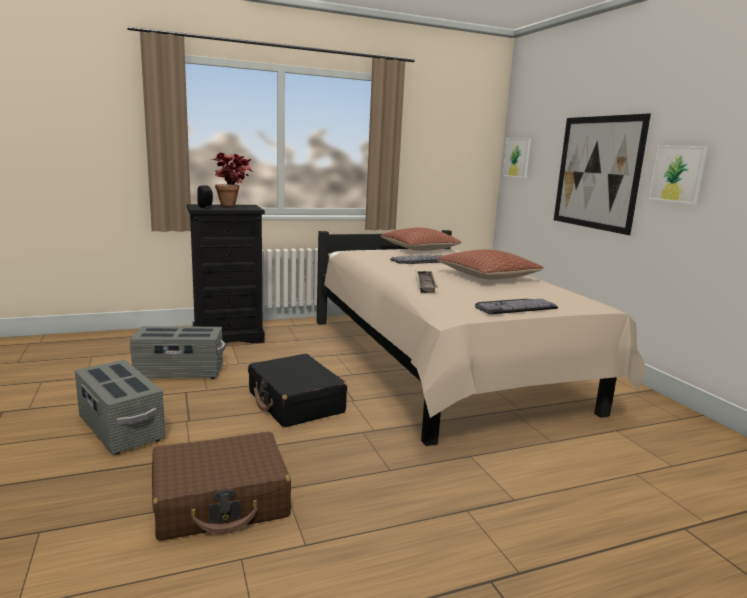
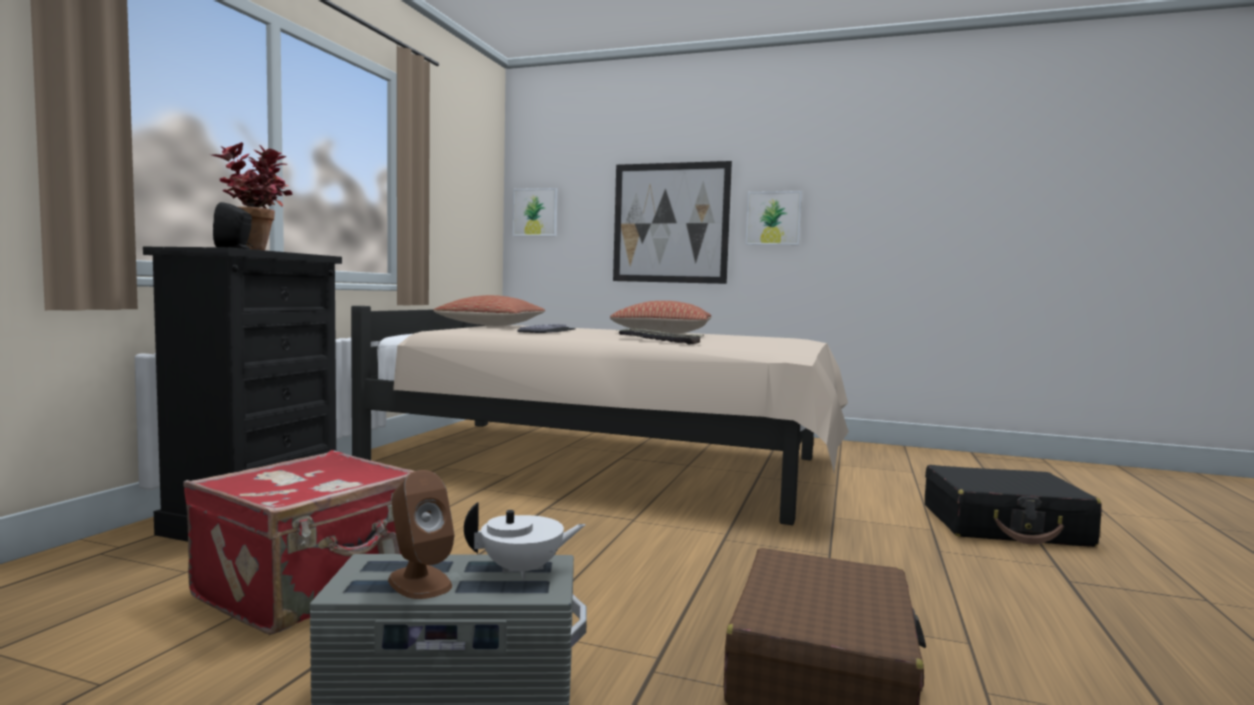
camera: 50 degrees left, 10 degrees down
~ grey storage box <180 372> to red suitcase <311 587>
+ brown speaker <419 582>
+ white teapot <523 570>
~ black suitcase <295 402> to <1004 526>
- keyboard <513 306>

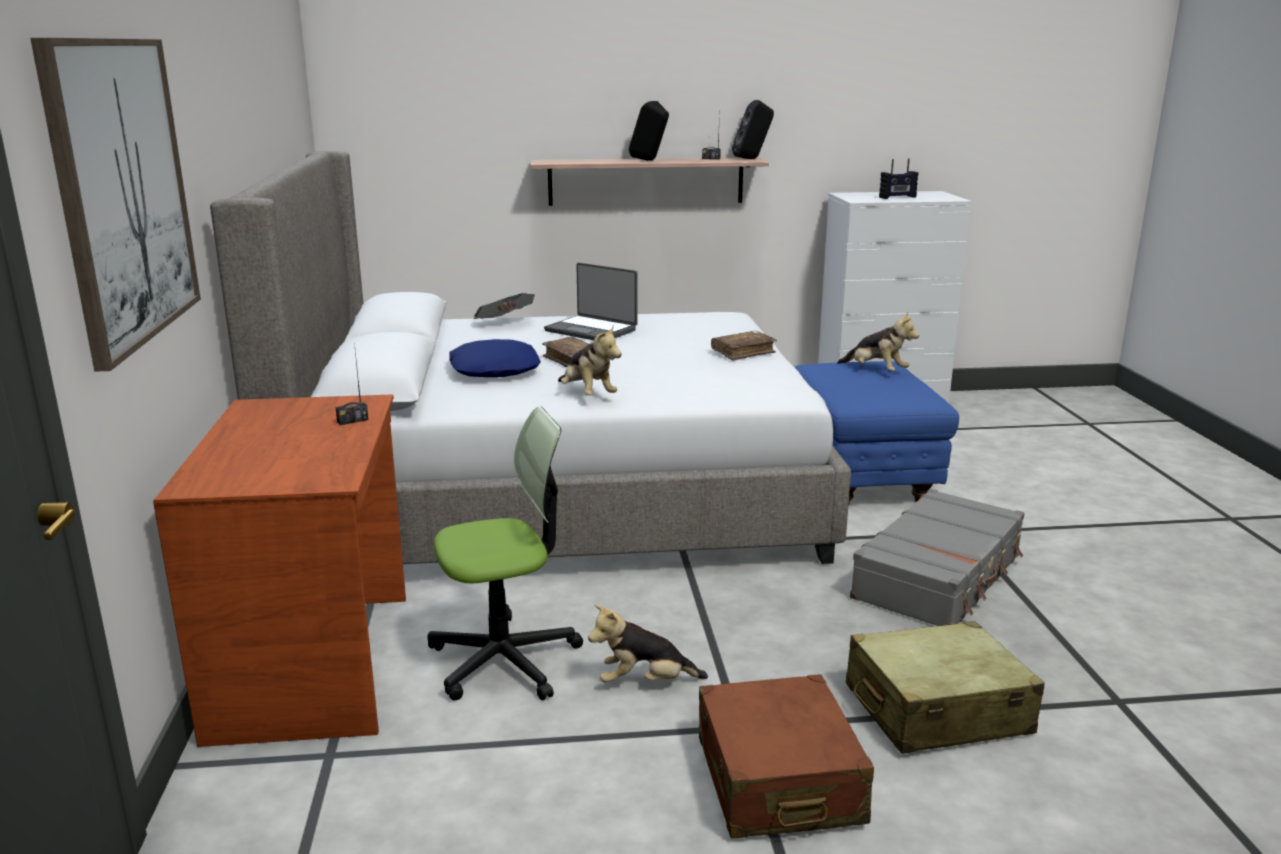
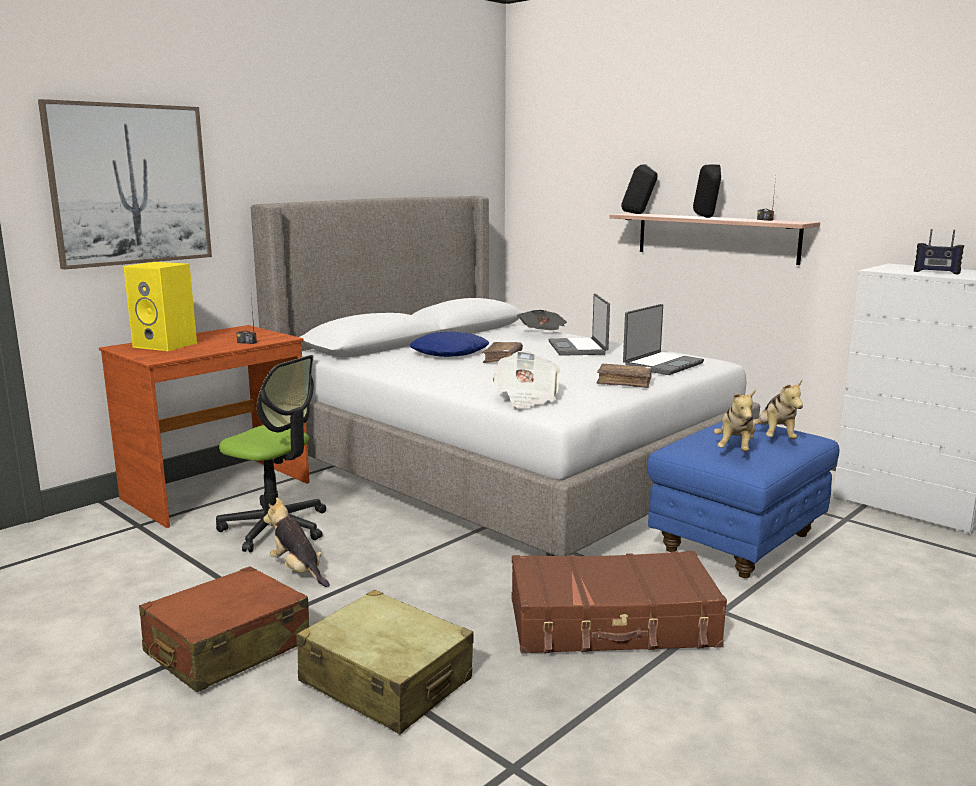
camera: 50 degrees right, 5 degrees down
+ yellow speaker <167 345>
+ newspaper <526 398>
~ grey suitcase <939 577> to brown suitcase <612 624>
~ black speaker <752 159> to <639 214>
+ laptop <662 365>
~ plush toy <587 394> to <735 449>

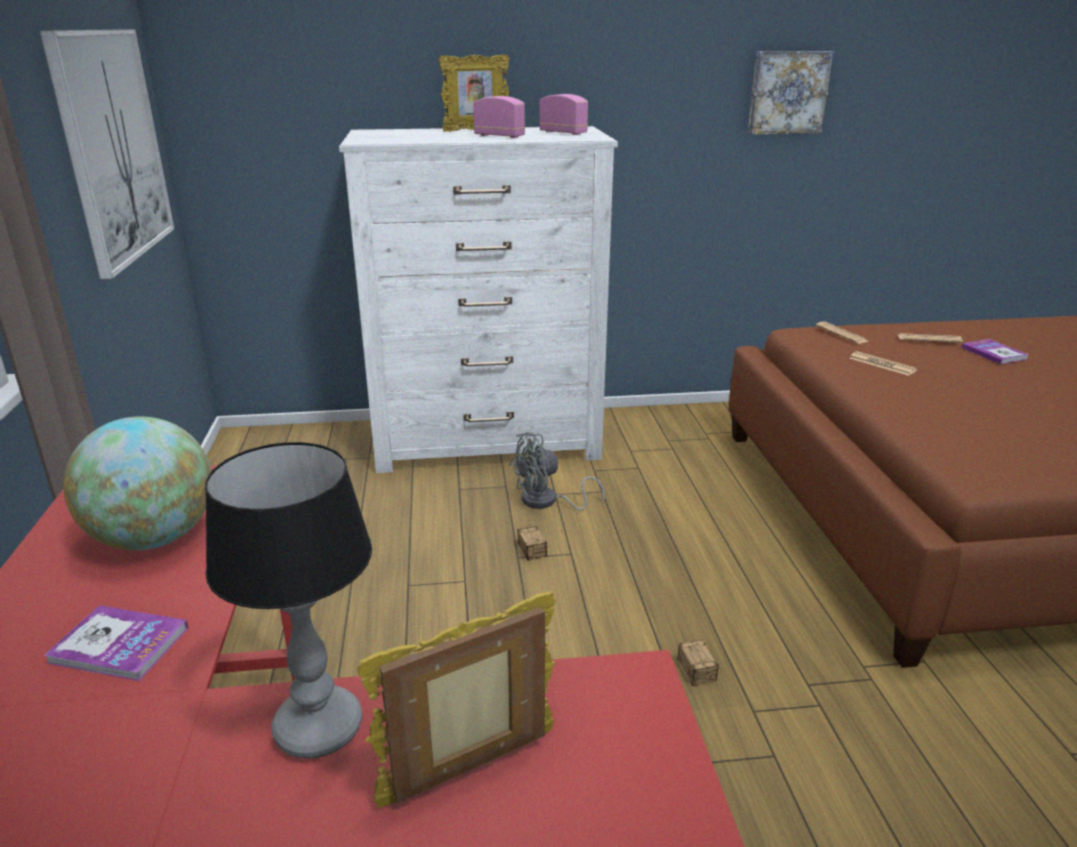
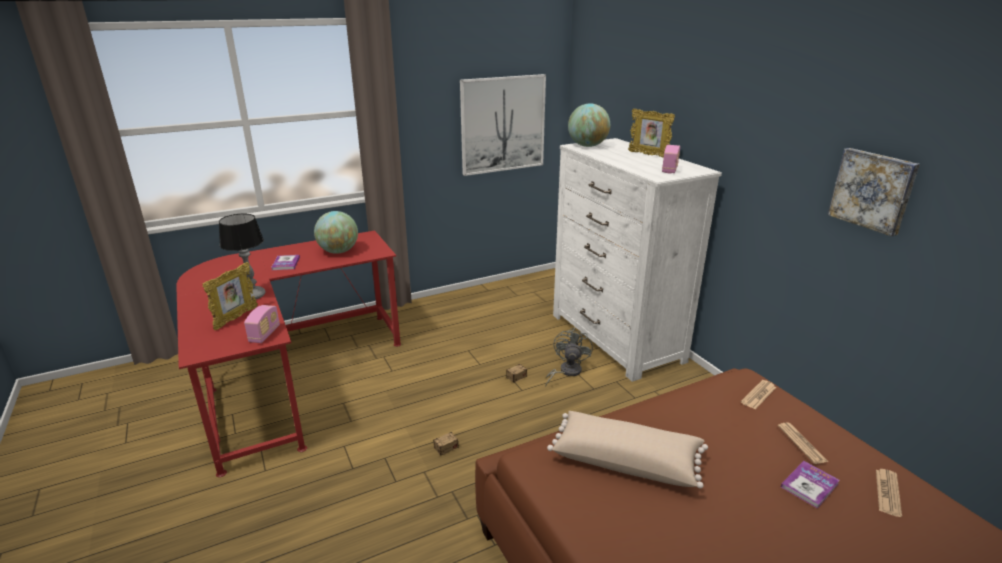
camera: 70 degrees right, 0 degrees up
~ picture frame <471 771> = <236 318> 75 degrees clockwise
~ radio <499 136> to <264 334>
~ grey fan <547 502> = <566 372> 60 degrees clockwise
+ beige pillow <626 460>
+ globe <587 146>
~ newspaper <882 364> to <887 492>

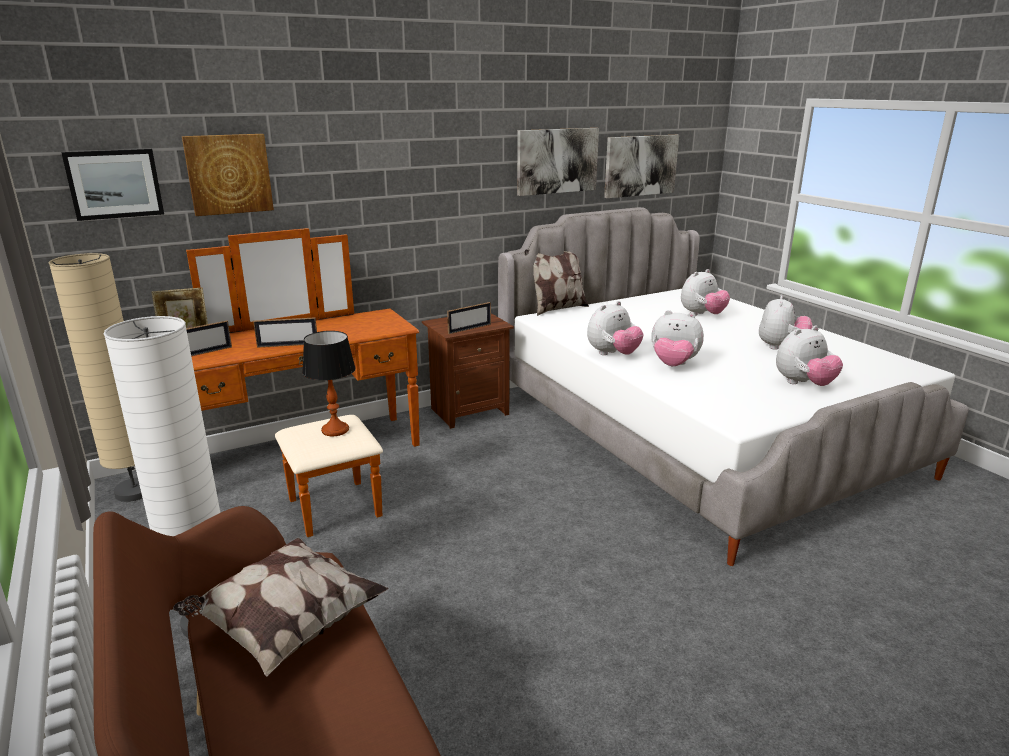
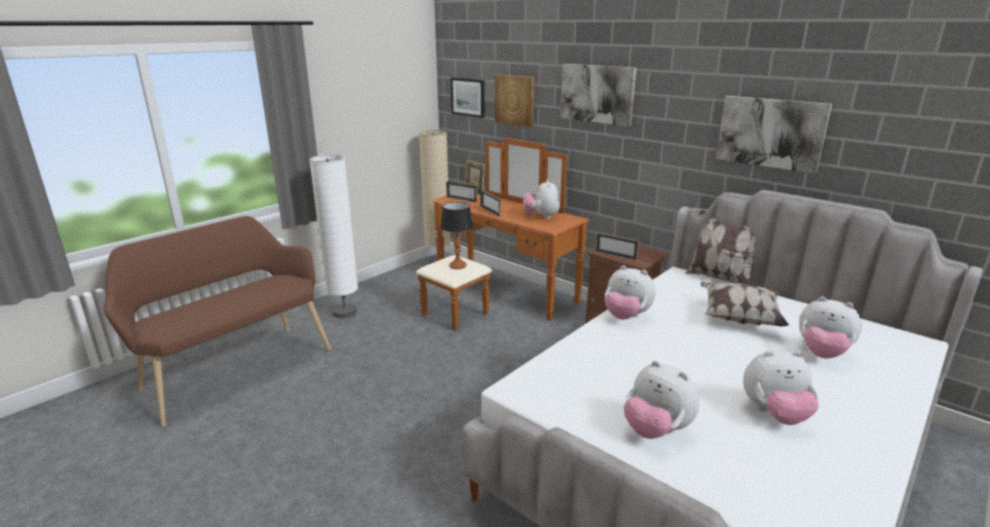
camera: 70 degrees right, 0 degrees up
~ plush toy <673 365> to <541 216>
~ picture <640 165> to <597 94>
~ pillow <285 625> to <738 318>

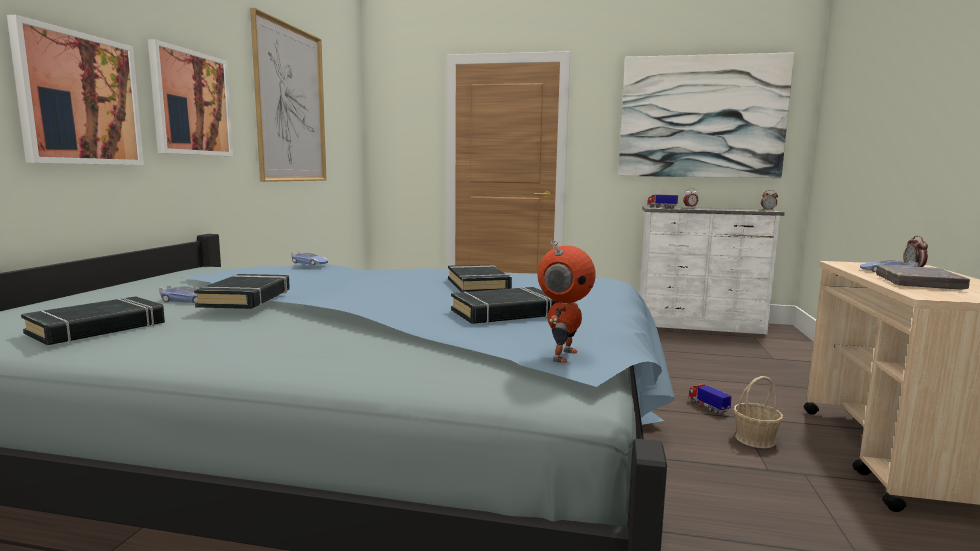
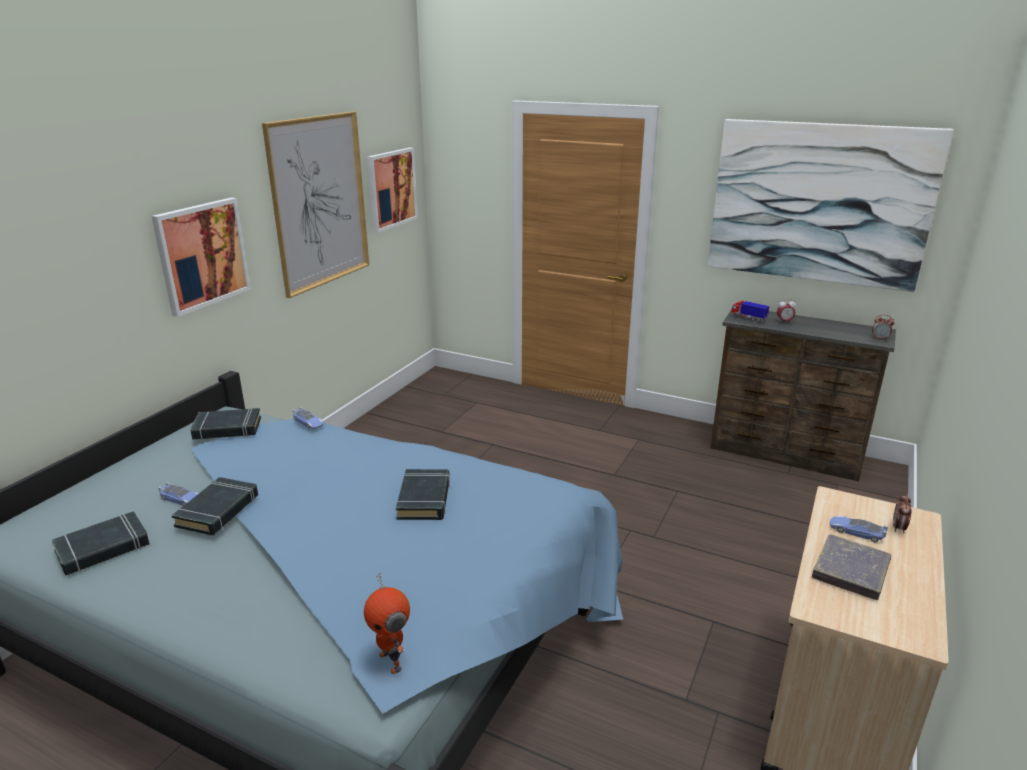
camera: 15 degrees right, 15 degrees up
~ black book <505 313> to <227 429>
~ toy robot <562 355> = <392 661> 105 degrees clockwise
~ picture <79 99> to <391 189>
~ white dresser <700 325> to brown dresser <785 455>
- toy truck <707 407>
- basket <755 439>

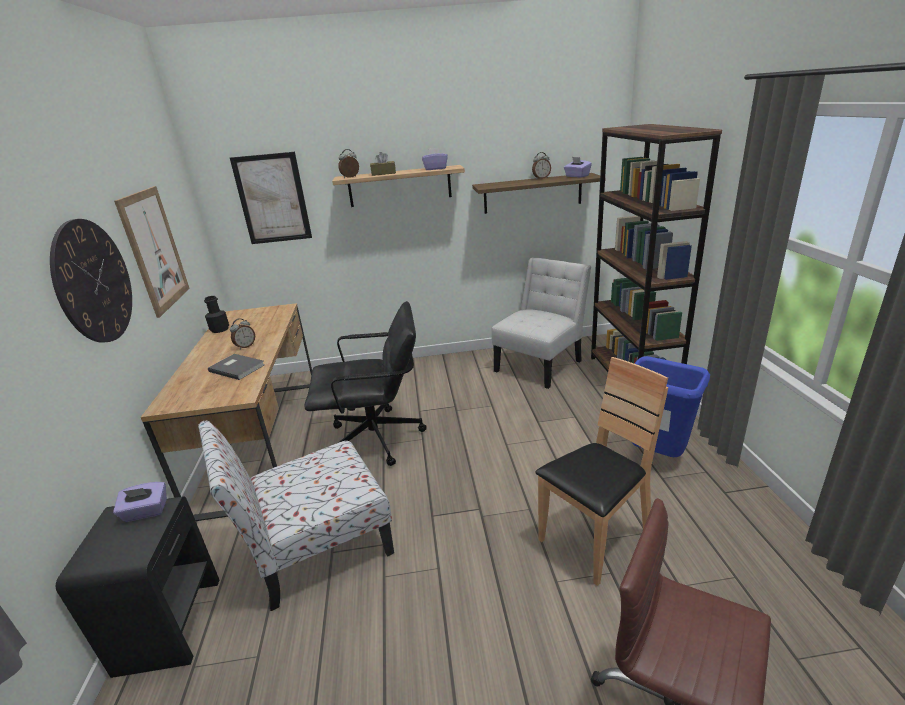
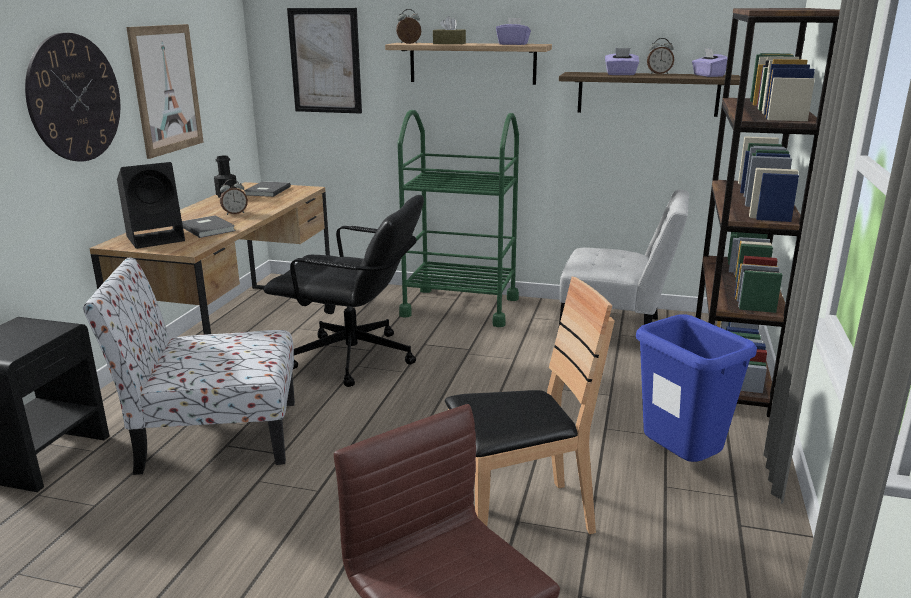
camera: 20 degrees right, 5 degrees down
+ black speaker <157 238>
+ grey book <266 191>
+ green cart <460 307>
~ white chair <541 364> = <617 331> 45 degrees clockwise
~ purple tissue box <146 512> to <620 74>

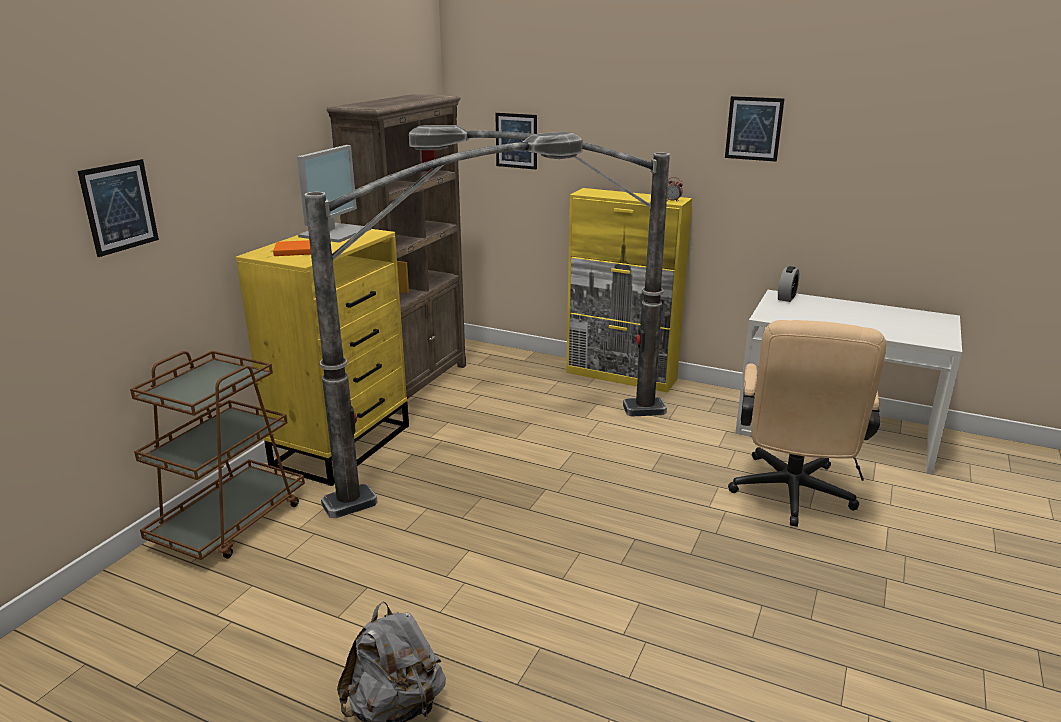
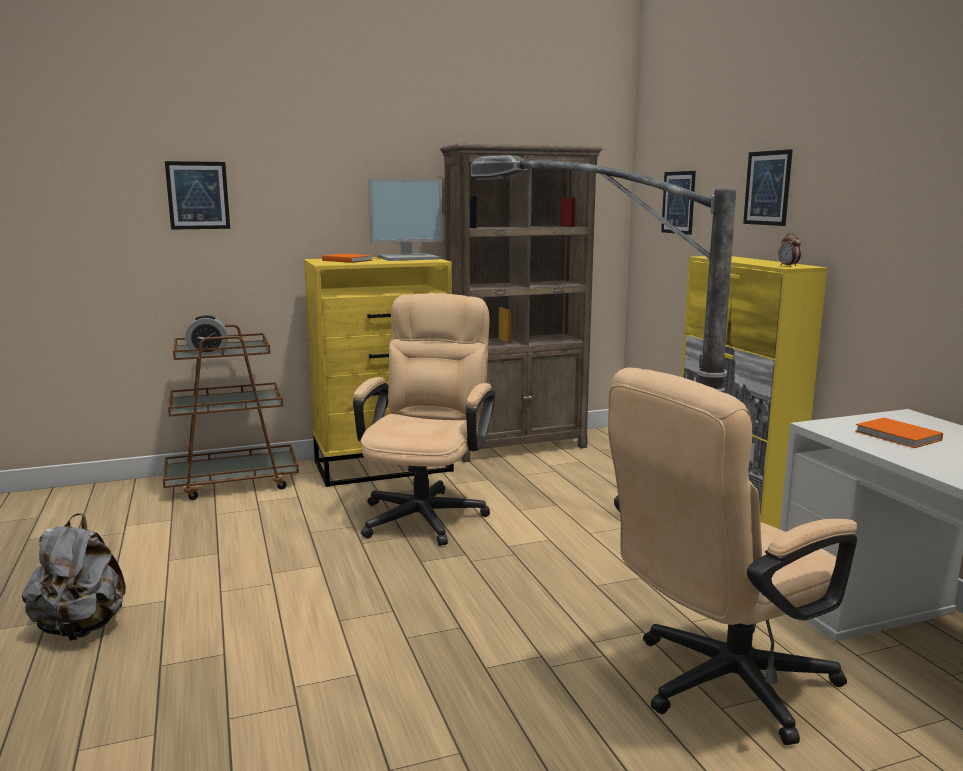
camera: 45 degrees right, 10 degrees down
~ alarm clock <786 297> to <208 352>
~ floor lamp <458 469> to beige office chair <427 512>
~ picture <753 128> to <767 188>
+ orange book <899 436>

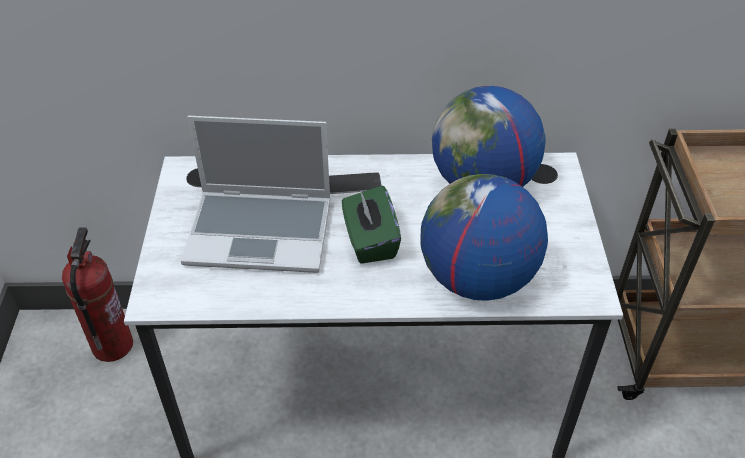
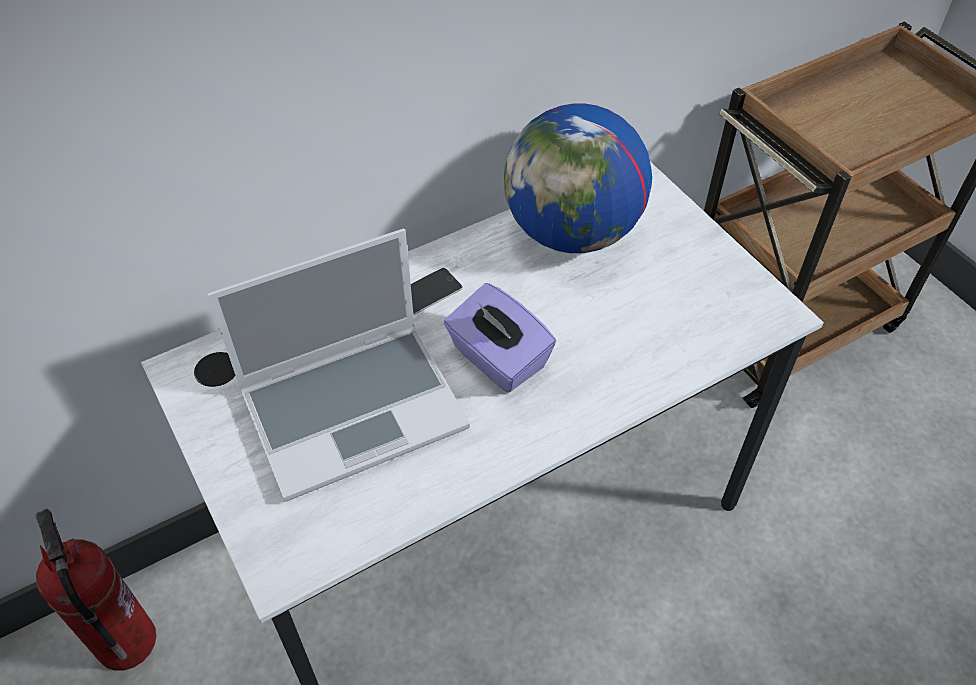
camera: 30 degrees left, 5 degrees up
~ green tissue box <370 241> to purple tissue box <497 359>
- globe <476 278>

